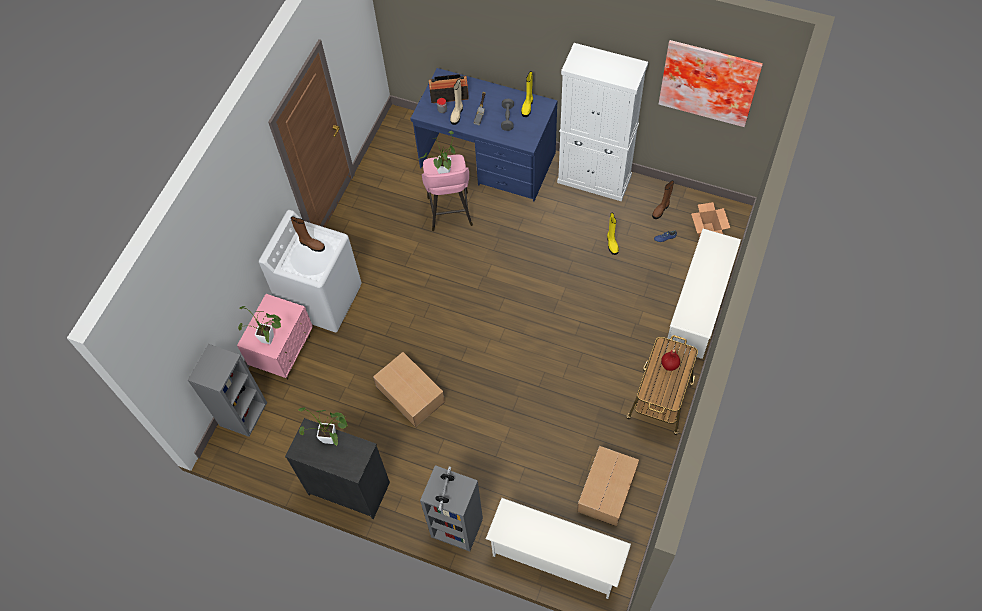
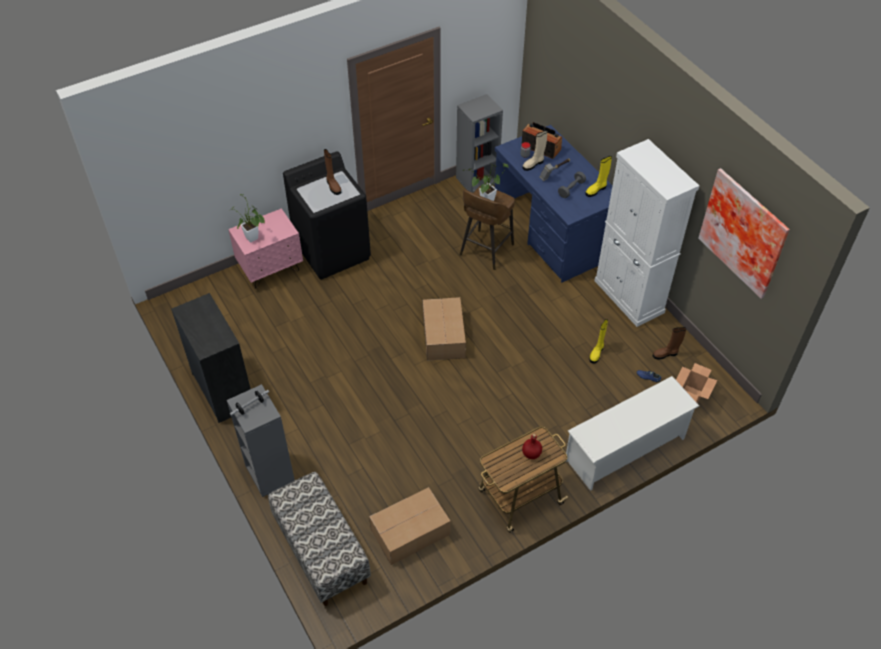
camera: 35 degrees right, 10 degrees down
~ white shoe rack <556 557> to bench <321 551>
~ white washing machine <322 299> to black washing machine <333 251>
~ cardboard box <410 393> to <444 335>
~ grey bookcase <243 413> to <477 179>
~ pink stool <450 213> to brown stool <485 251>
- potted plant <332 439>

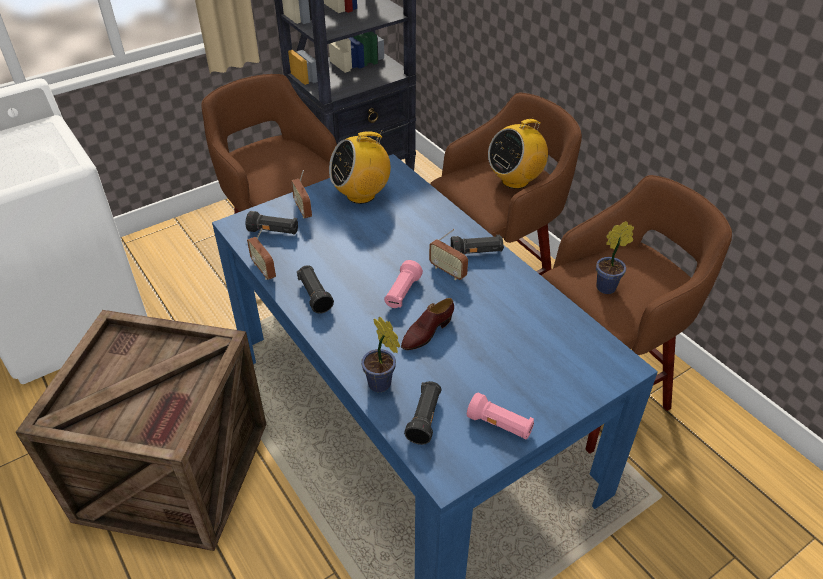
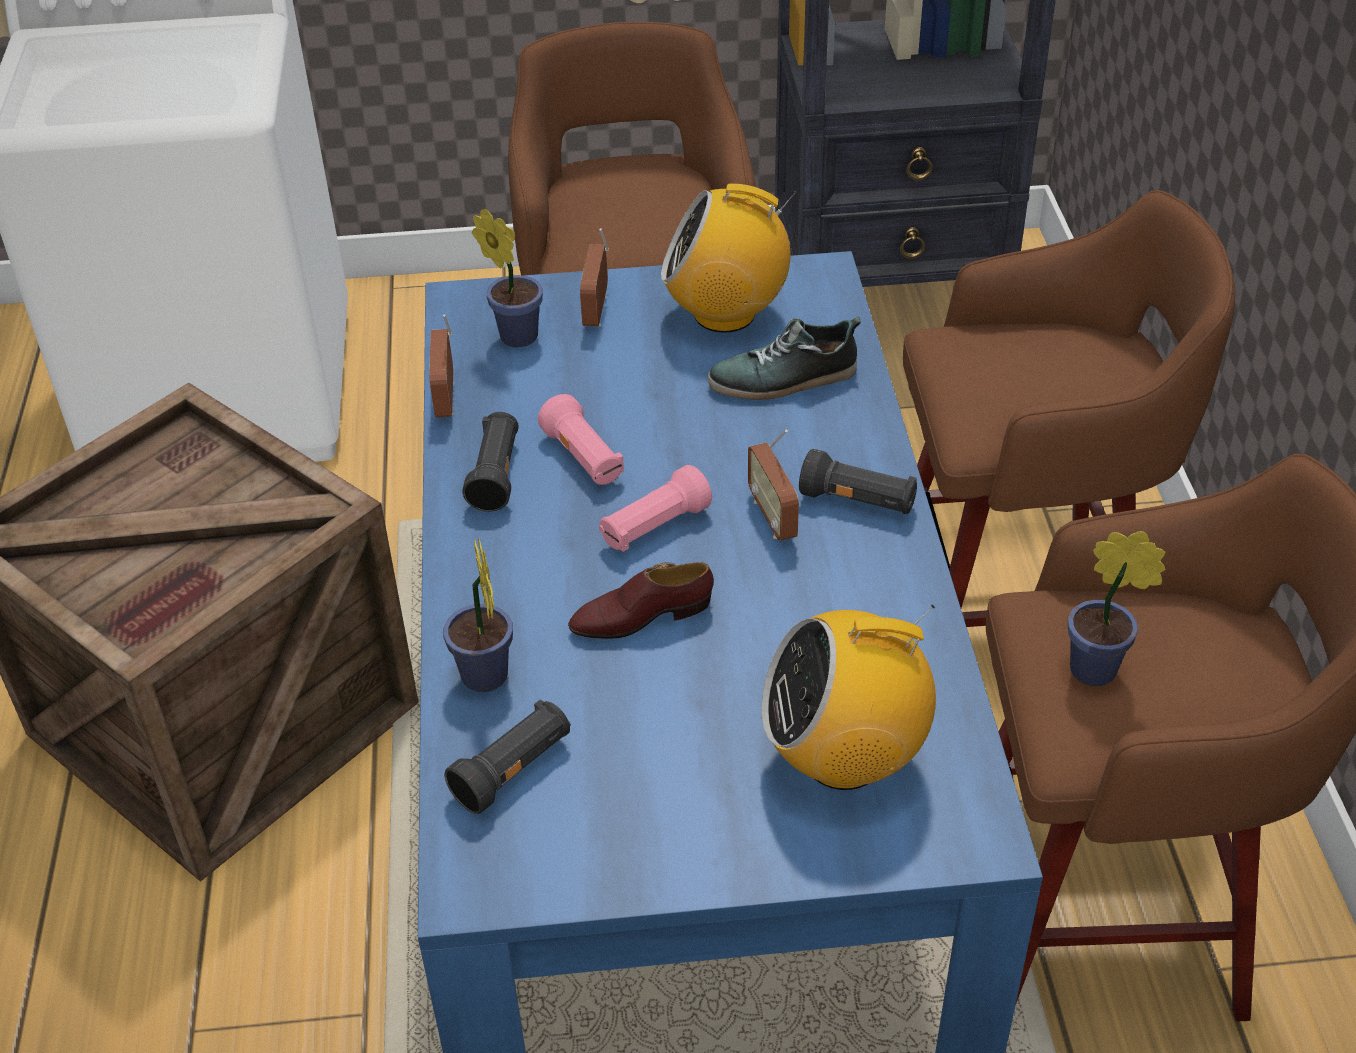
camera: 30 degrees right, 0 degrees up
~ black flashlight <274 232> to potted plant <515 334>
~ pink flashlight <500 425> to <583 459>
+ shoe <784 379>
~ radio <515 180> to <844 757>

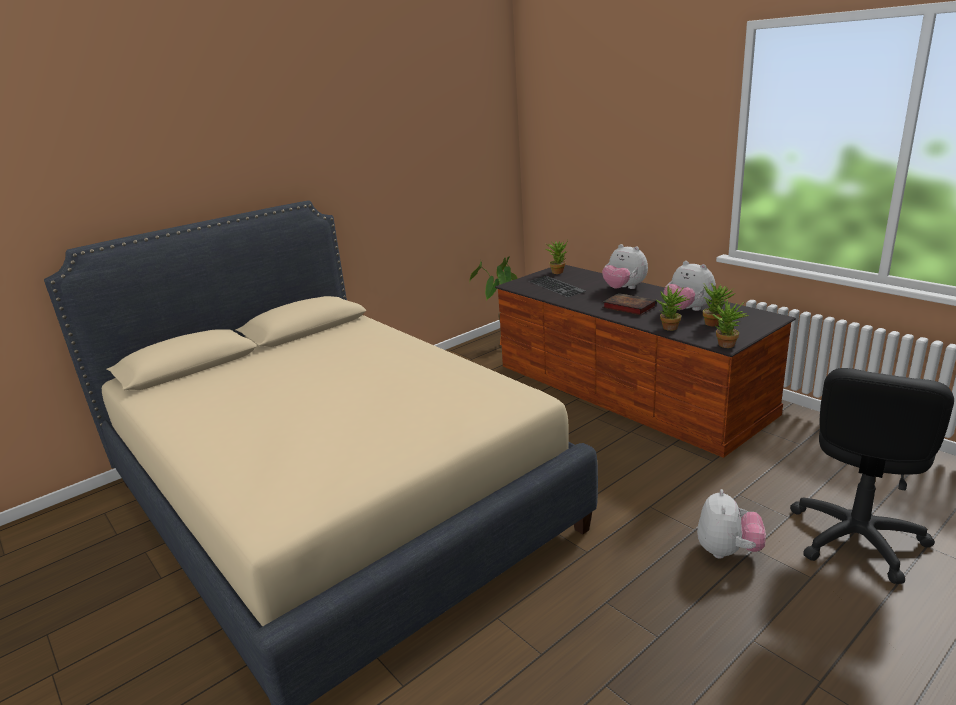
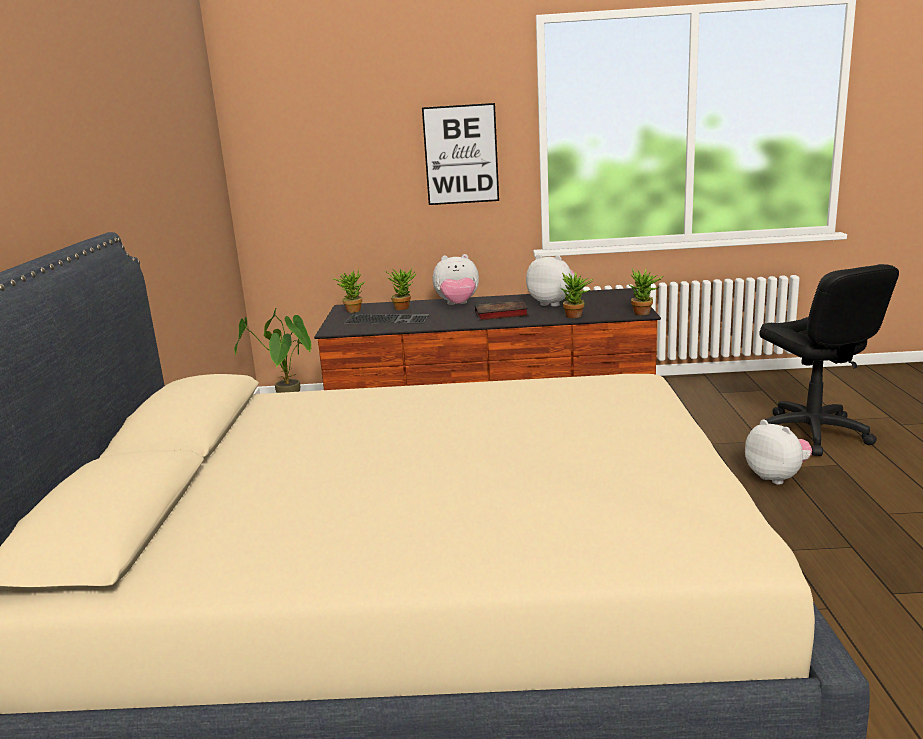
camera: 50 degrees left, 5 degrees down
~ potted plant <715 323> to <403 307>
+ picture <461 154>
~ plush toy <687 310> = <552 303> 150 degrees counterclockwise

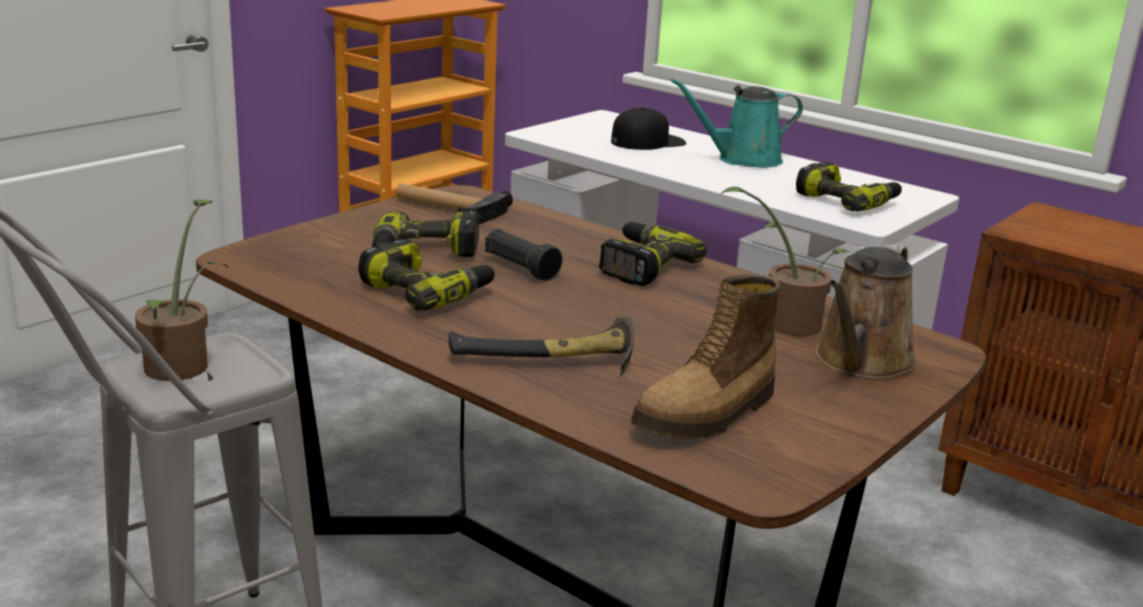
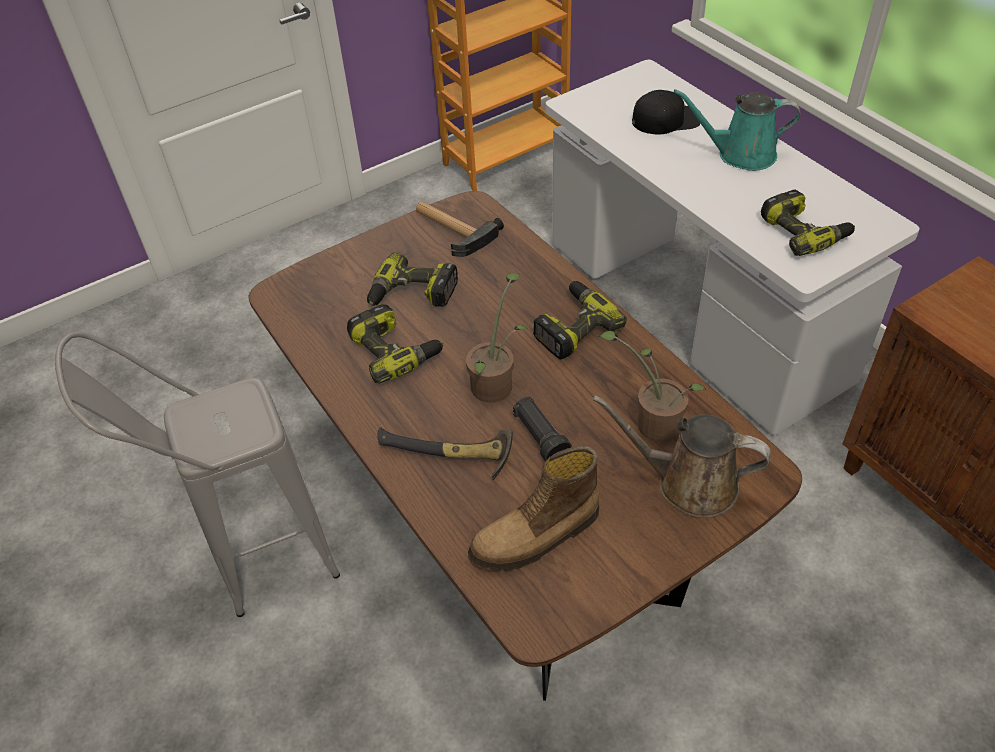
camera: 20 degrees right, 25 degrees up
~ potted plant <183 363> to <496 382>
~ black flashlight <520 268> to <540 437>
~ brown watering can <861 362> = <688 483> 60 degrees clockwise

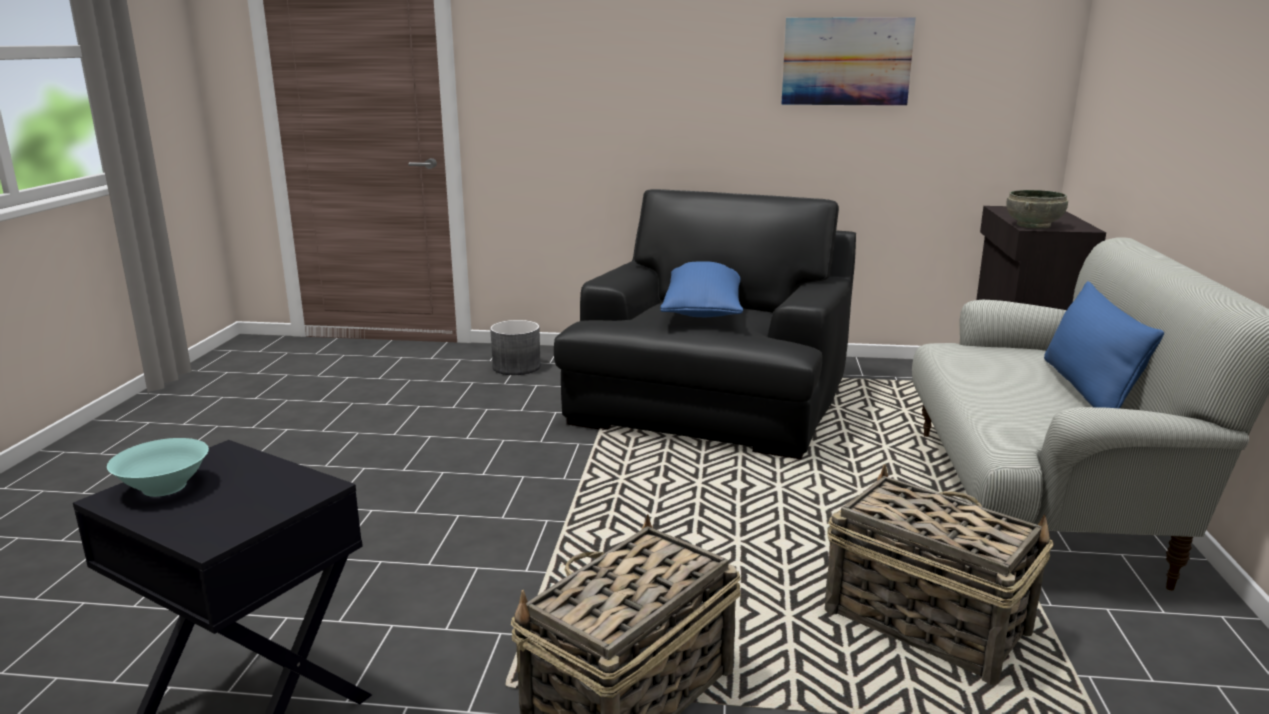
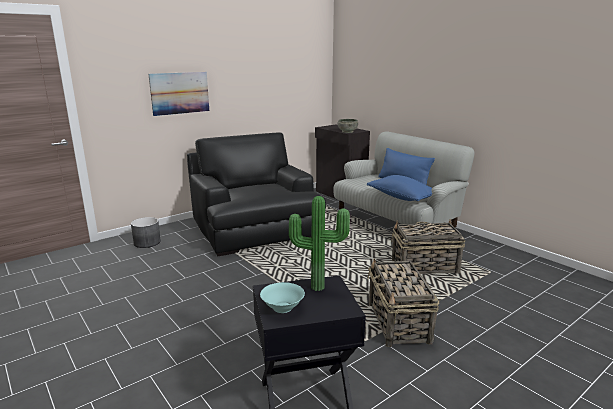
camera: 45 degrees left, 0 degrees up
~ picture <846 61> to <180 93>
+ potted plant <318 286>
~ blue pillow <703 311> to <401 197>

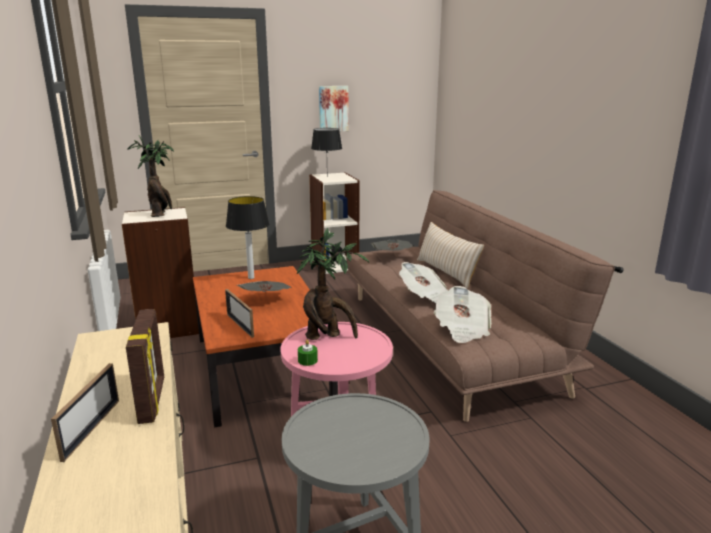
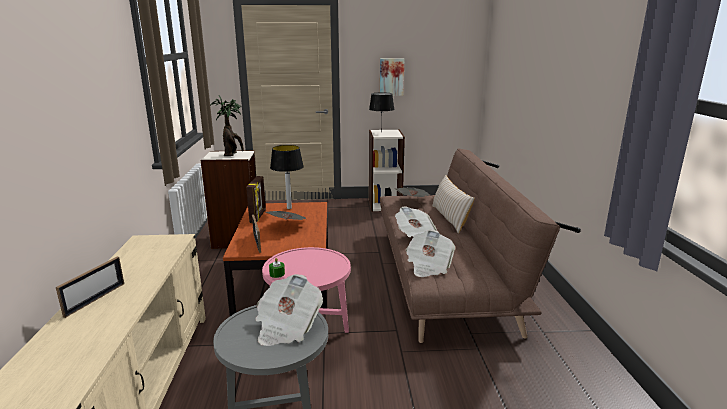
camera: 15 degrees right, 0 degrees up
~ picture frame <153 400> to <258 216>
+ newspaper <287 326>
- potted plant <328 336>

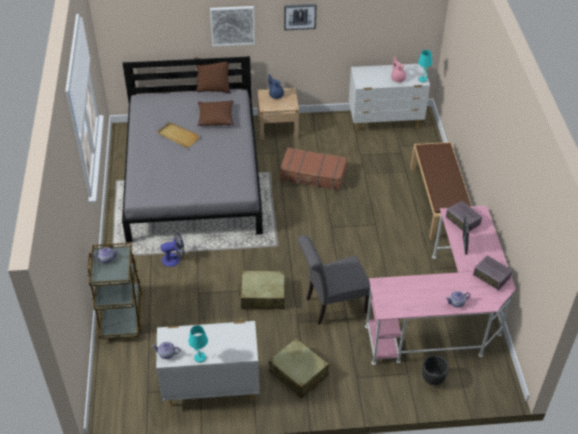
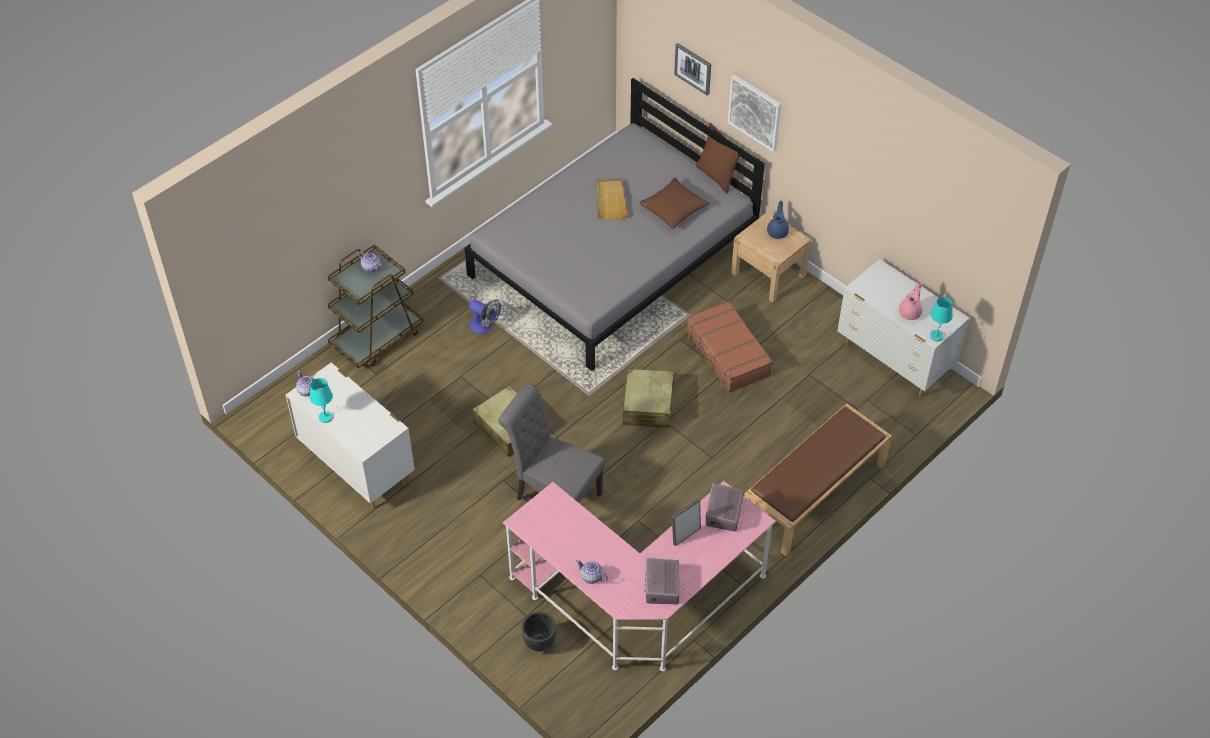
camera: 50 degrees right, 5 degrees up
~ beige suitcase <298 373> to <648 406>
~ picture <300 16> to <693 68>

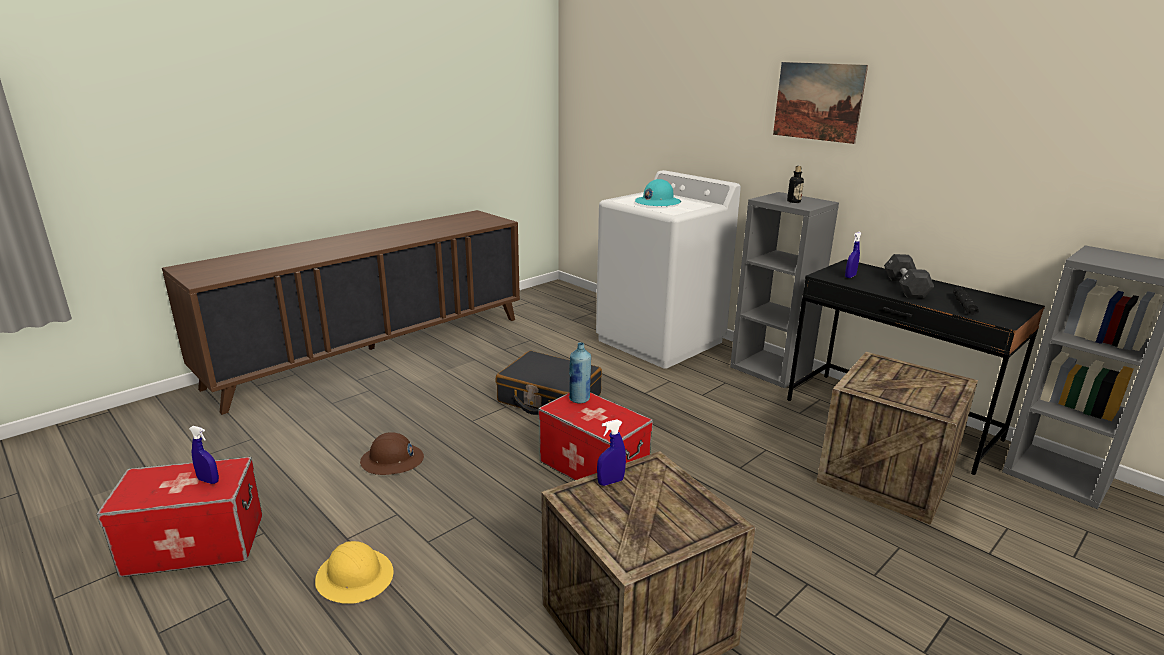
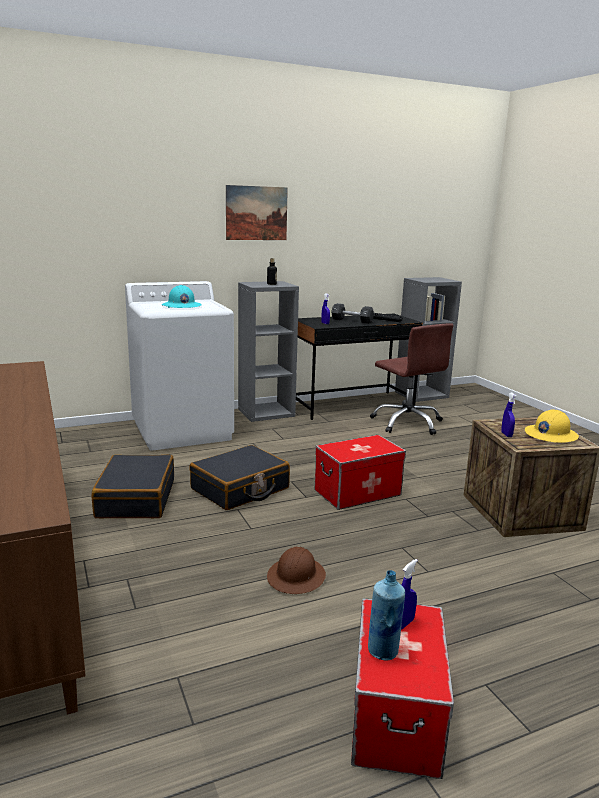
camera: 70 degrees left, 5 degrees down
+ black suitcase <135 498>
~ blue bottle <579 399> to <383 651>
~ crate <885 476> to brown office chair <407 423>
~ yellow hard hat <355 577> to <550 435>

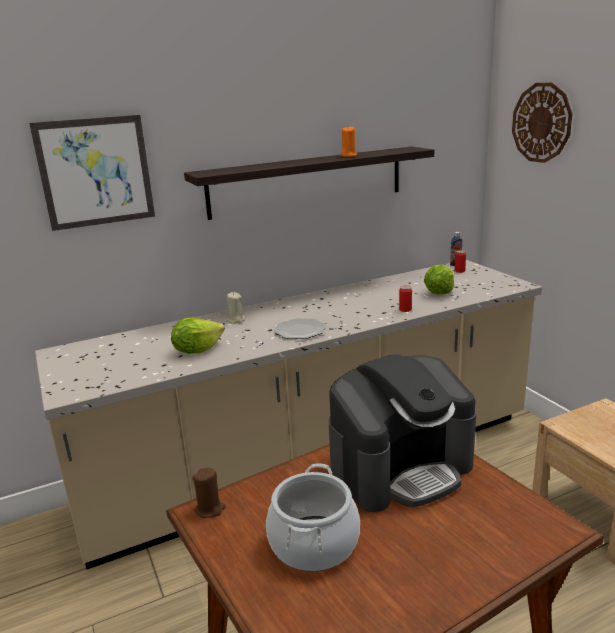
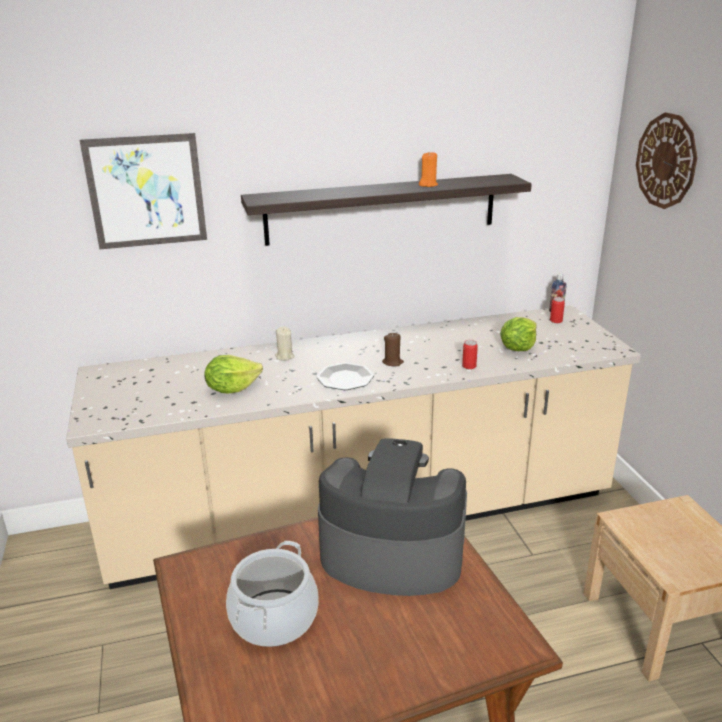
camera: 10 degrees right, 5 degrees up
~ coffee machine <401 468> = <391 552> 150 degrees counterclockwise
~ brown candle <210 509> to <392 362>

